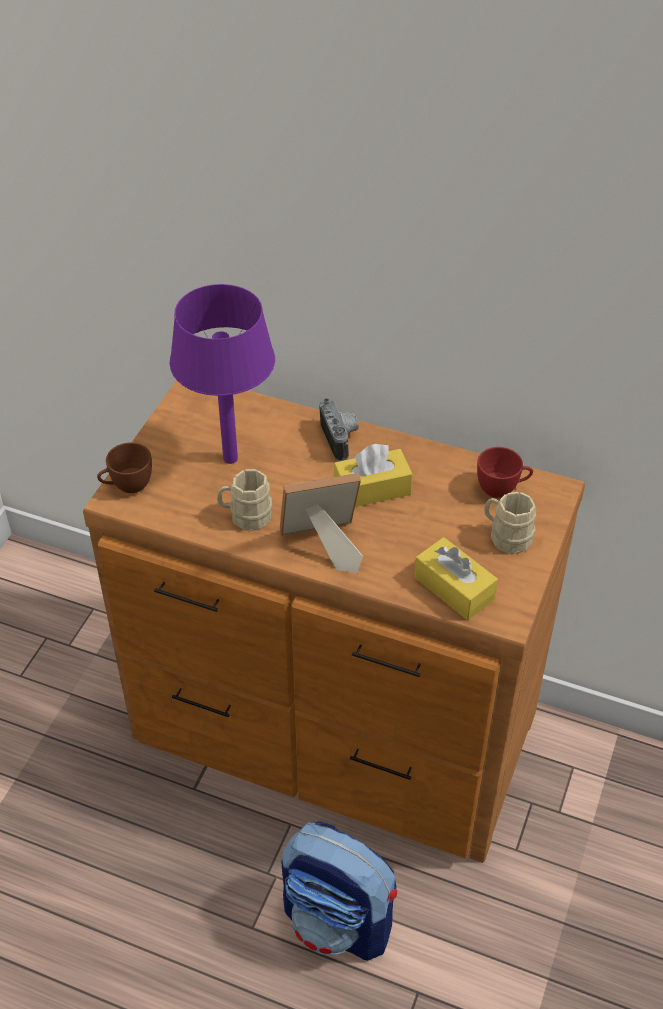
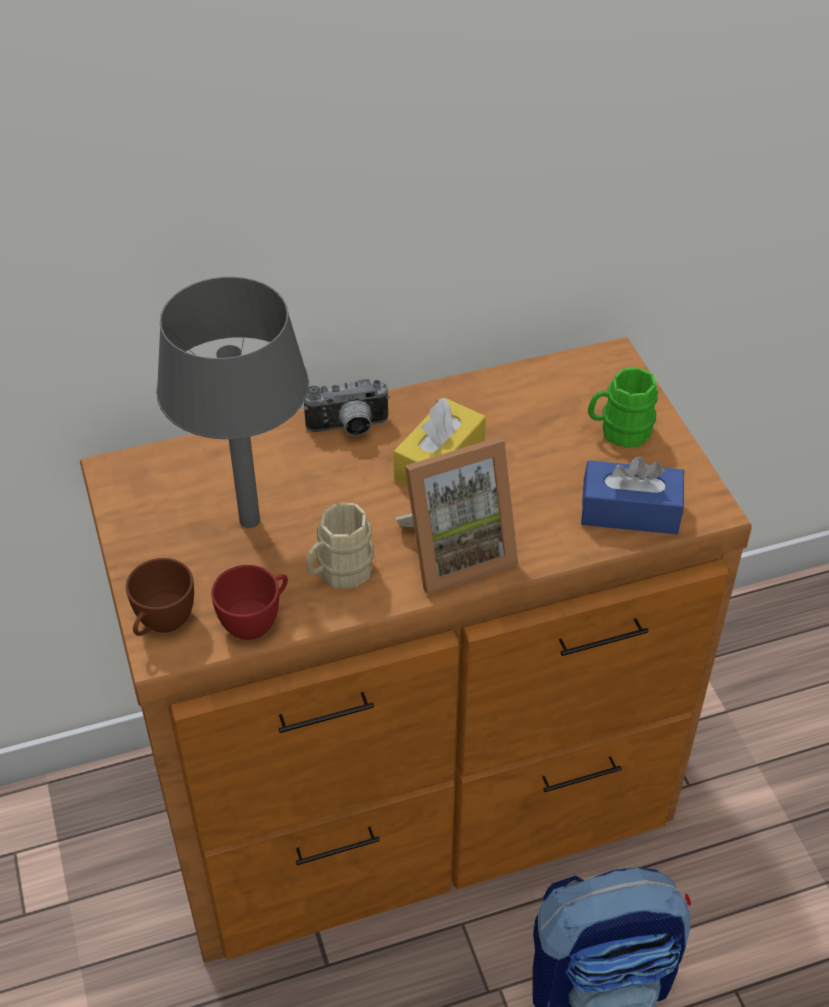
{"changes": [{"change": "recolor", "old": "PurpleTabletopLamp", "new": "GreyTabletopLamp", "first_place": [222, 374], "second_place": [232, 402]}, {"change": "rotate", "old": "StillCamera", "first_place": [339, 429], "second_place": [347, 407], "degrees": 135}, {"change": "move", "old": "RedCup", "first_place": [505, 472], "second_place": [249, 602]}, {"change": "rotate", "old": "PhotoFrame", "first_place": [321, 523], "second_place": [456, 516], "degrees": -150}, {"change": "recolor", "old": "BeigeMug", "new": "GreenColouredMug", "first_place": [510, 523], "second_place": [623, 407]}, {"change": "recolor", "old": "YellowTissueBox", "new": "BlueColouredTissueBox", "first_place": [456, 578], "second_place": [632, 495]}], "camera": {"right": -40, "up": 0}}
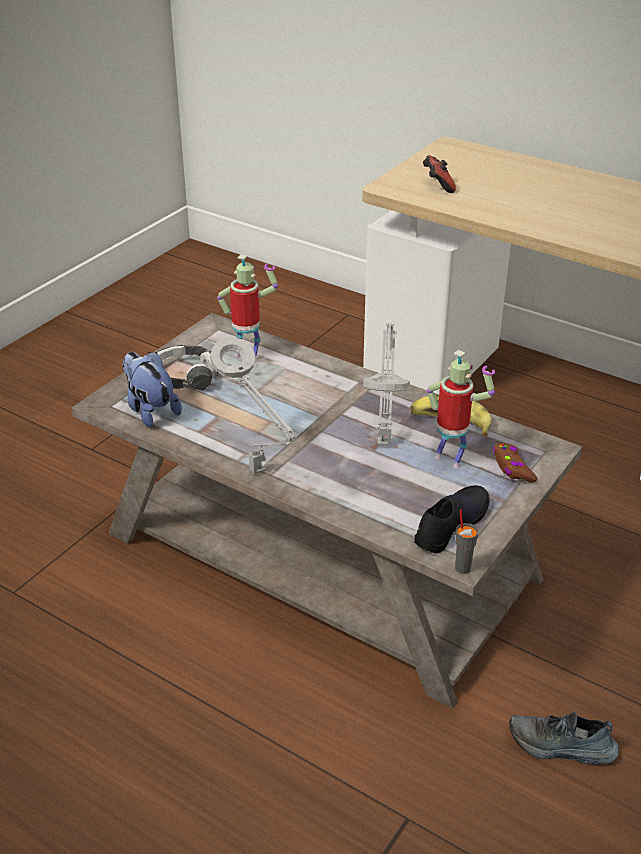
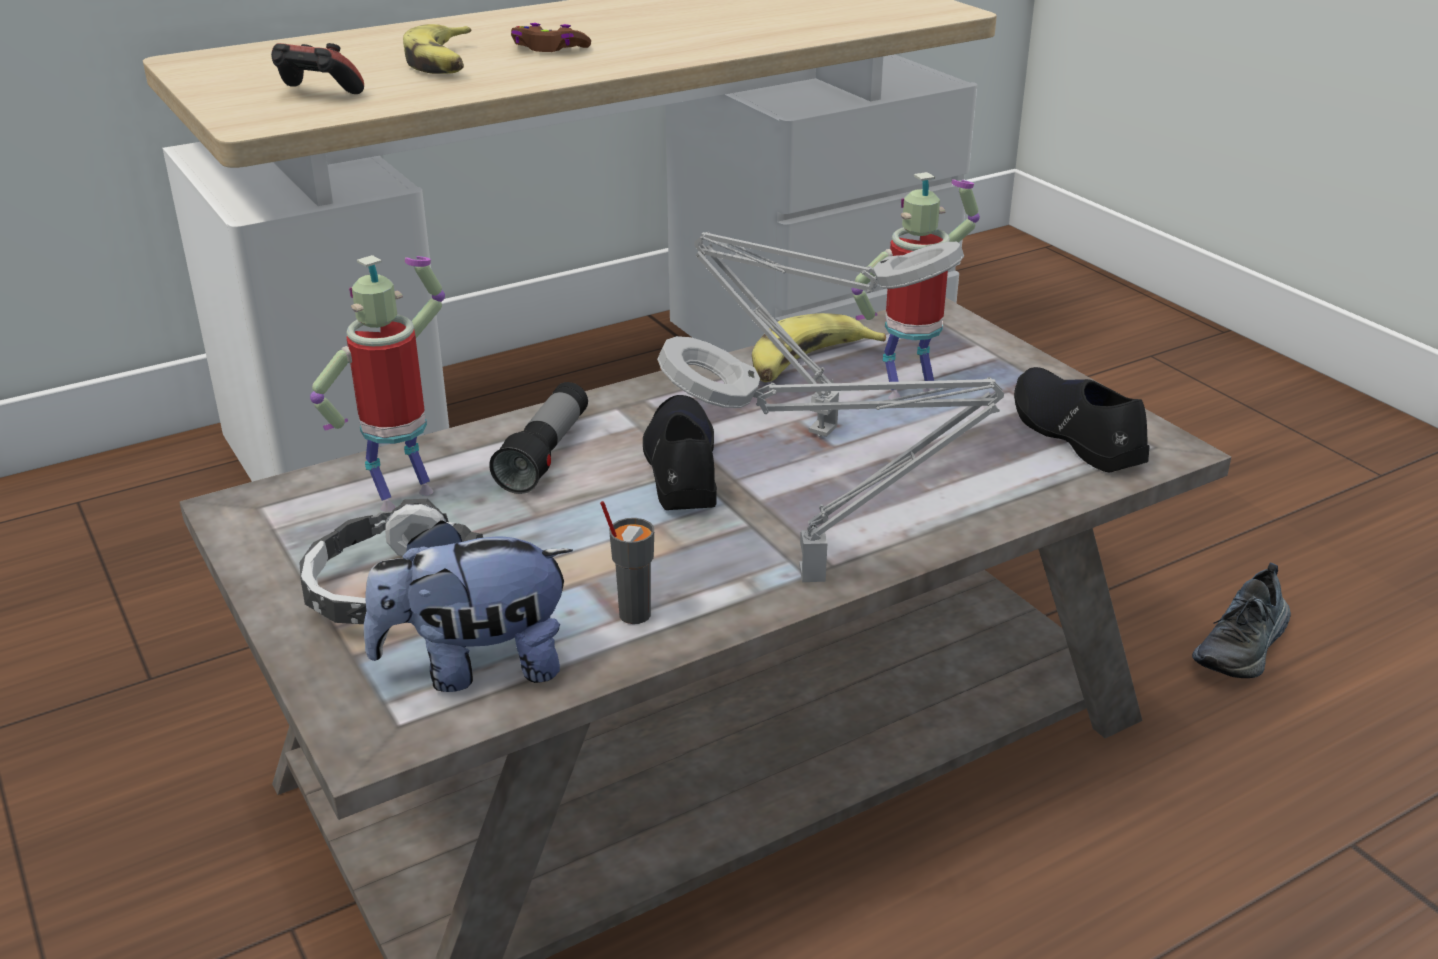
{"changes": [{"change": "move", "old": "BrownishJoypad", "first_place": [515, 463], "second_place": [551, 37]}, {"change": "move", "old": "GreyCup", "first_place": [466, 542], "second_place": [627, 562]}, {"change": "insert", "new": "Banana", "second_place": [437, 49]}, {"change": "insert", "new": "Flashlight", "second_place": [538, 438]}, {"change": "insert", "new": "BlackShoe", "second_place": [680, 452]}], "camera": {"right": -65, "up": -5}}
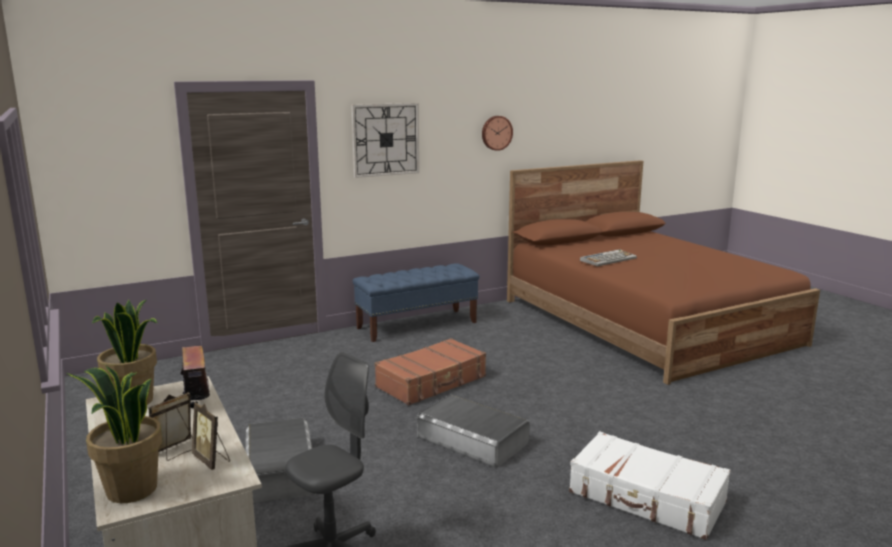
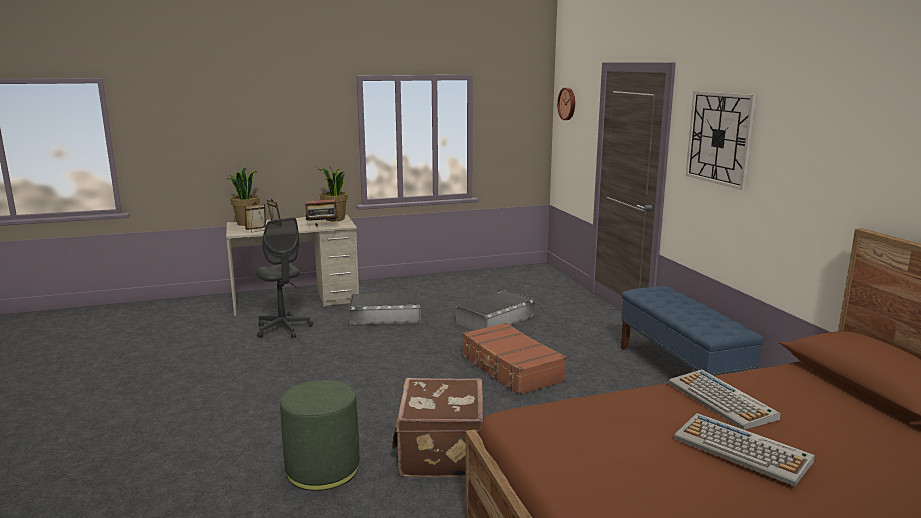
{"changes": [{"change": "move", "old": "WallClock", "first_place": [497, 133], "second_place": [566, 104]}, {"change": "move", "old": "GreyStorageBox", "first_place": [473, 431], "second_place": [495, 310]}, {"change": "delete", "old": "WhiteColouredTravelCase", "first_place": [650, 485]}, {"change": "insert", "new": "BrownishTravelCase", "second_place": [437, 428]}, {"change": "insert", "new": "GreenColouredFootrest", "second_place": [319, 435]}, {"change": "insert", "new": "Keyboard", "second_place": [744, 449]}], "camera": {"right": 100, "up": 0}}
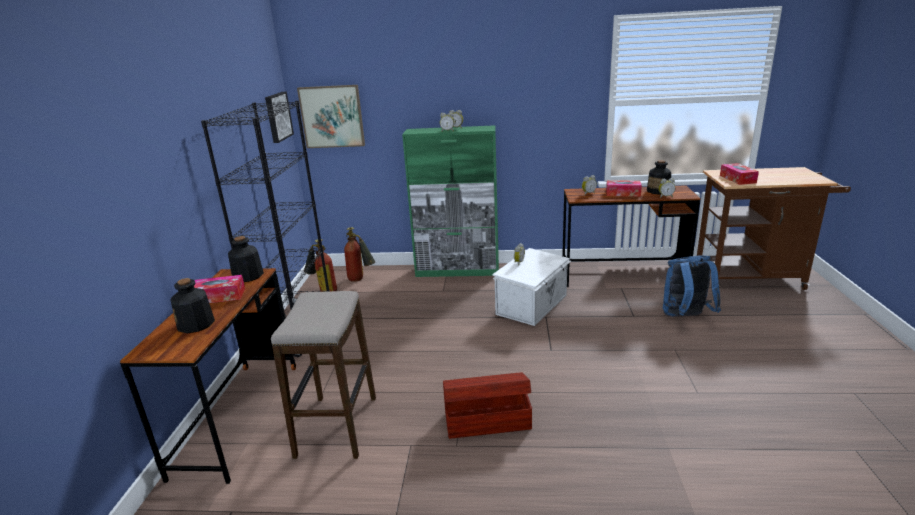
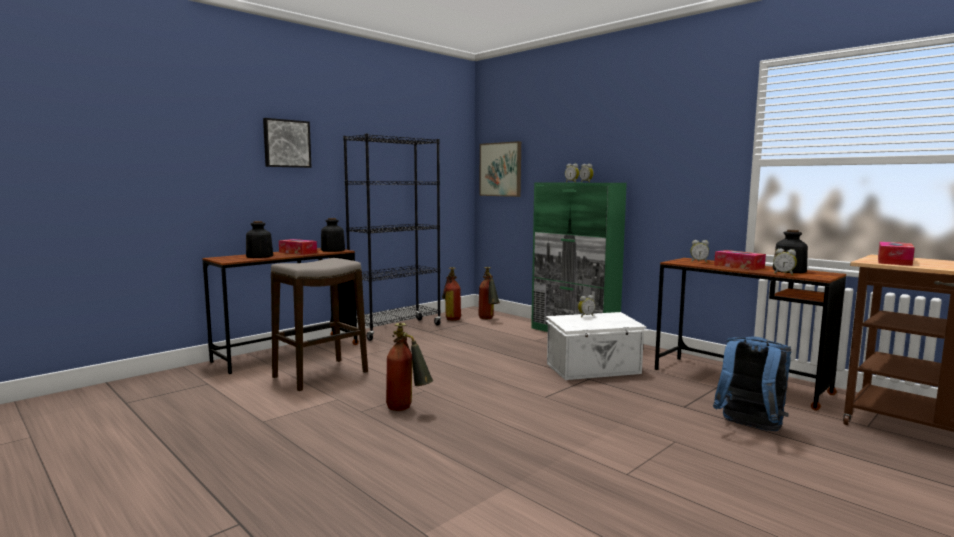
{"changes": [{"change": "move", "old": "Picture", "first_place": [279, 117], "second_place": [287, 143]}, {"change": "replace", "old": "BrownishStorageBox", "new": "FireExtinguisher", "first_place": [487, 405], "second_place": [409, 366]}], "camera": {"right": 40, "up": -15}}
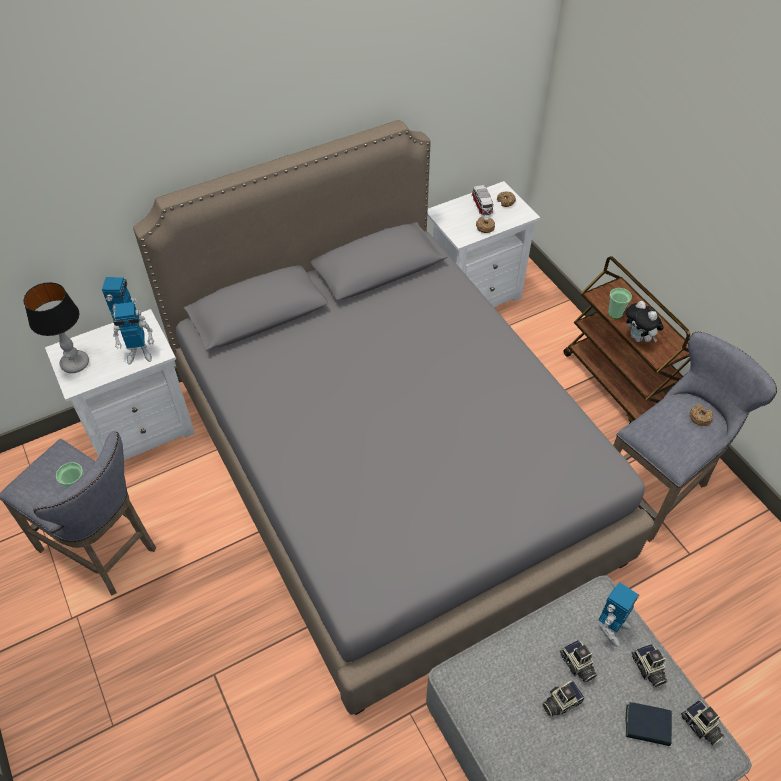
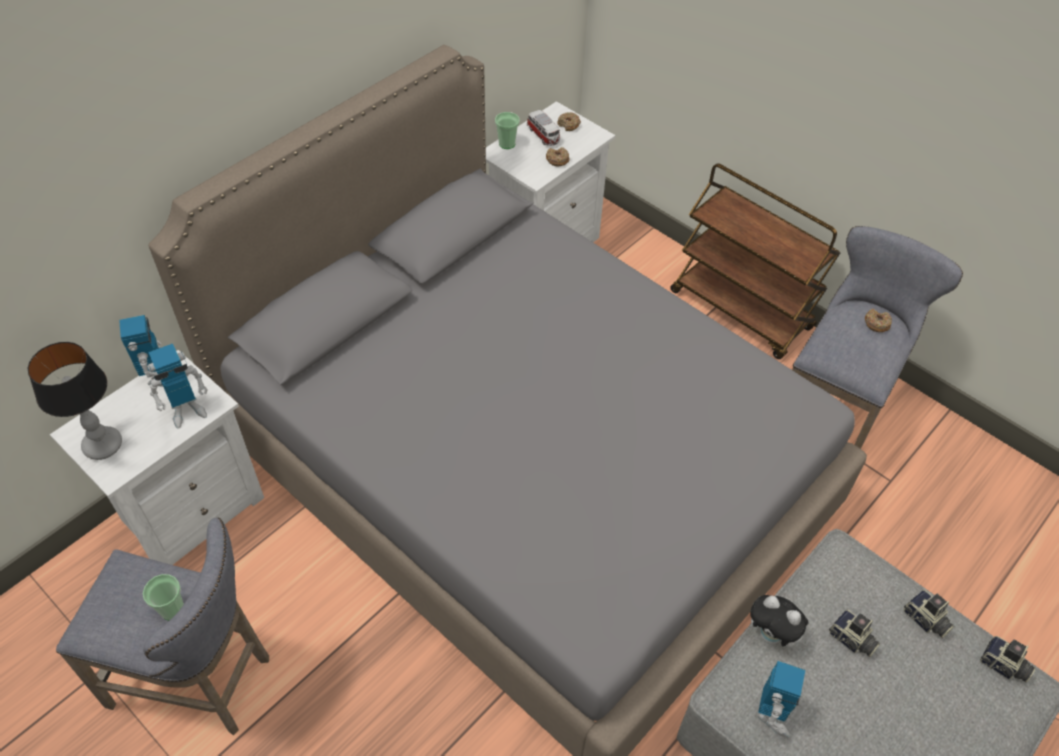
{"changes": [{"change": "move", "old": "Cup", "first_place": [620, 303], "second_place": [507, 130]}, {"change": "move", "old": "SoftToy", "first_place": [644, 321], "second_place": [779, 621]}, {"change": "move", "old": "RobotFigure", "first_place": [618, 614], "second_place": [781, 699]}, {"change": "delete", "old": "StillCamera", "first_place": [563, 699]}, {"change": "delete", "old": "Book", "first_place": [648, 724]}], "camera": {"right": -20, "up": 0}}
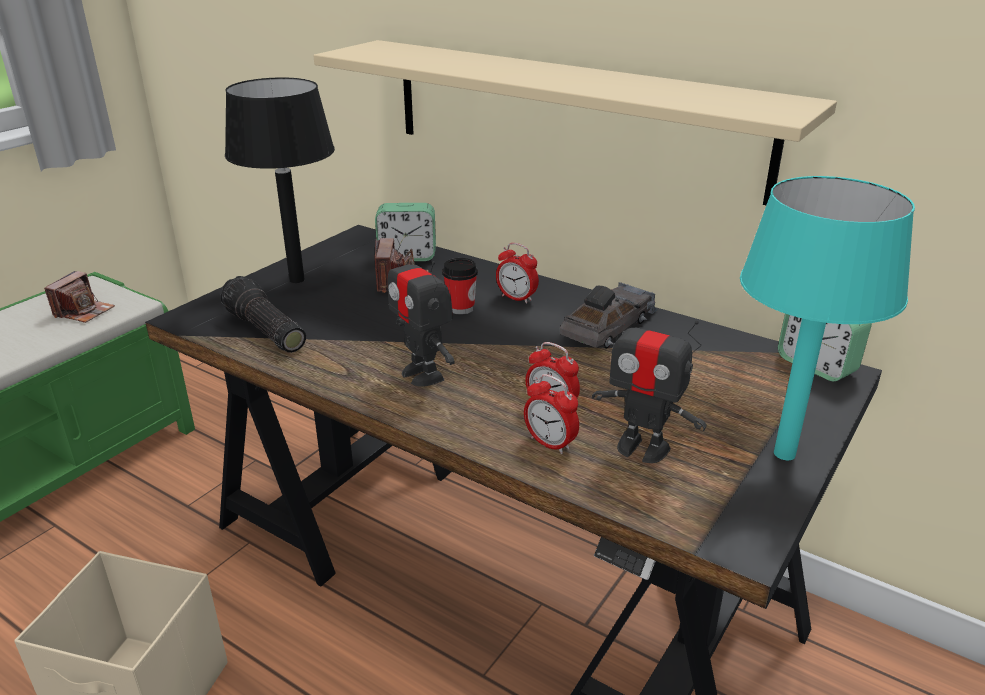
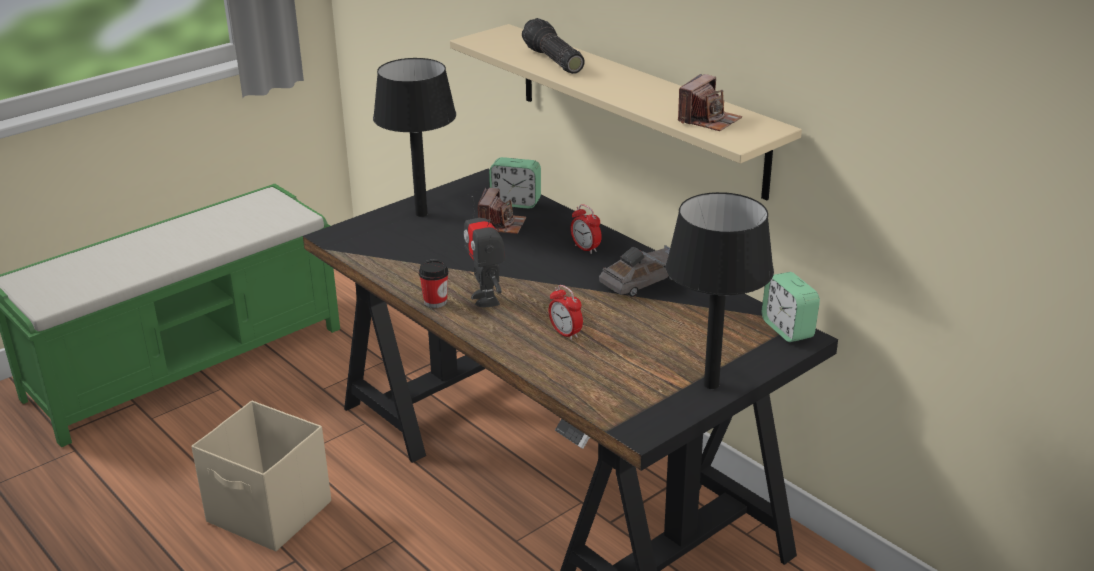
{"changes": [{"change": "recolor", "old": "BlueGreenTabletopLamp", "new": "BlackTabletopLamp", "first_place": [827, 318], "second_place": [720, 290]}, {"change": "move", "old": "Cup", "first_place": [460, 286], "second_place": [434, 284]}, {"change": "move", "old": "StillCamera", "first_place": [79, 297], "second_place": [710, 102]}, {"change": "move", "old": "Flashlight", "first_place": [263, 314], "second_place": [553, 46]}, {"change": "delete", "old": "RobotFigure", "first_place": [649, 380]}, {"change": "delete", "old": "TableClock", "first_place": [551, 414]}], "camera": {"right": 15, "up": 0}}
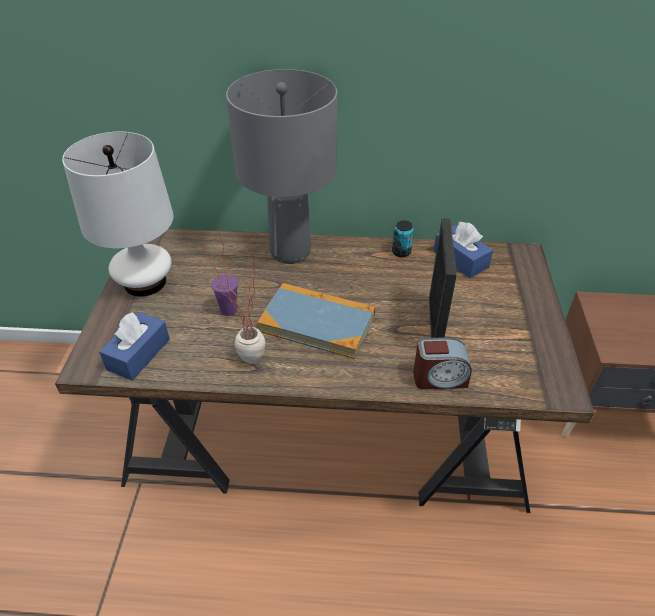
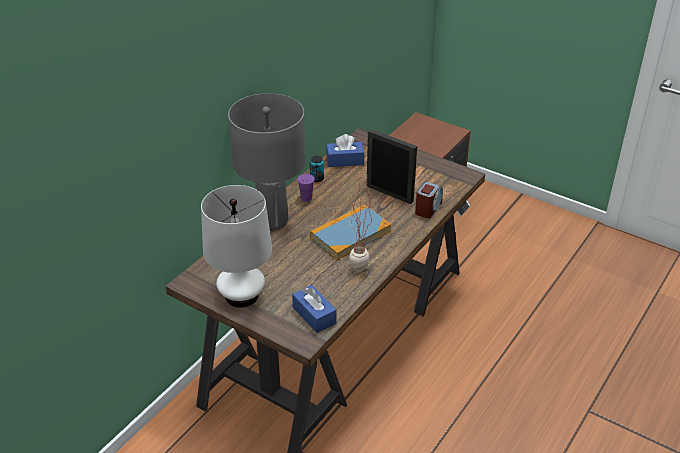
{"changes": [{"change": "move", "old": "PurpleCup", "first_place": [224, 295], "second_place": [306, 188]}], "camera": {"right": -60, "up": -5}}
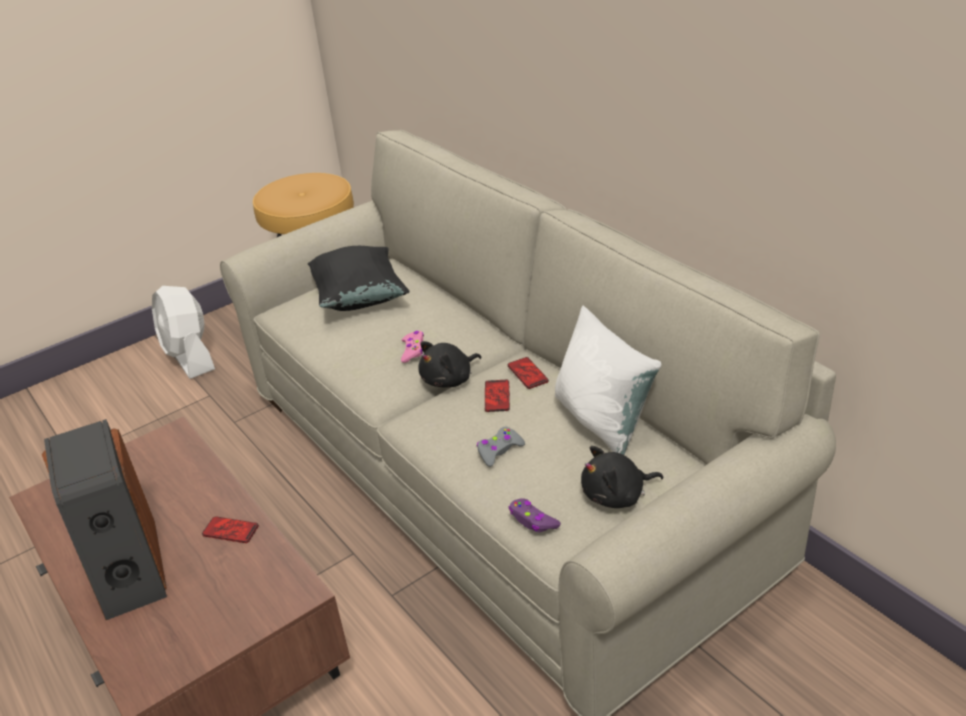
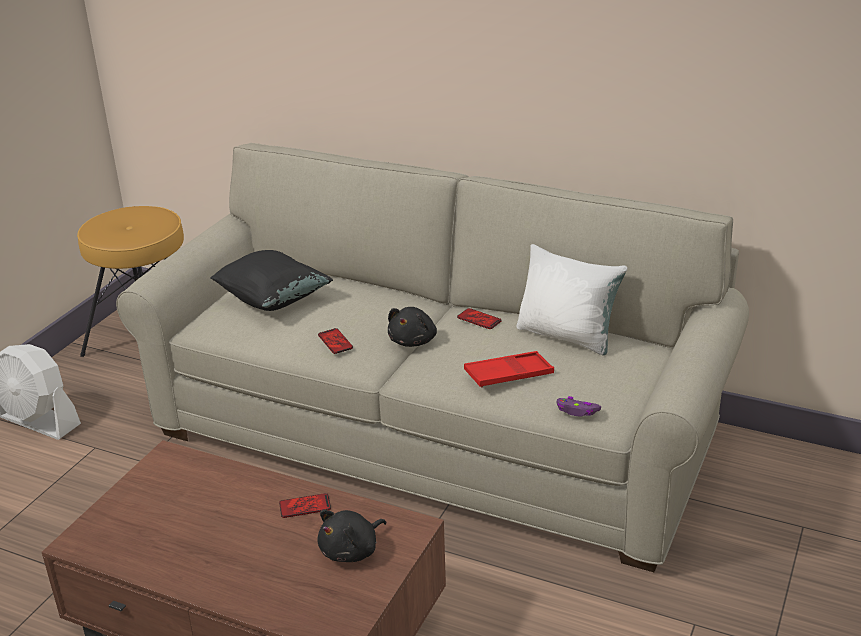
{"changes": [{"change": "delete", "old": "PinkishJoypad", "first_place": [412, 347]}, {"change": "move", "old": "Phone", "first_place": [497, 396], "second_place": [335, 341]}, {"change": "delete", "old": "Loudspeaker", "first_place": [104, 519]}, {"change": "replace", "old": "GreyJoypad", "new": "RedCarryingTray", "first_place": [501, 447], "second_place": [509, 369]}, {"change": "move", "old": "BlackSoftToy", "first_place": [622, 477], "second_place": [351, 536]}], "camera": {"right": -30, "up": -5}}
